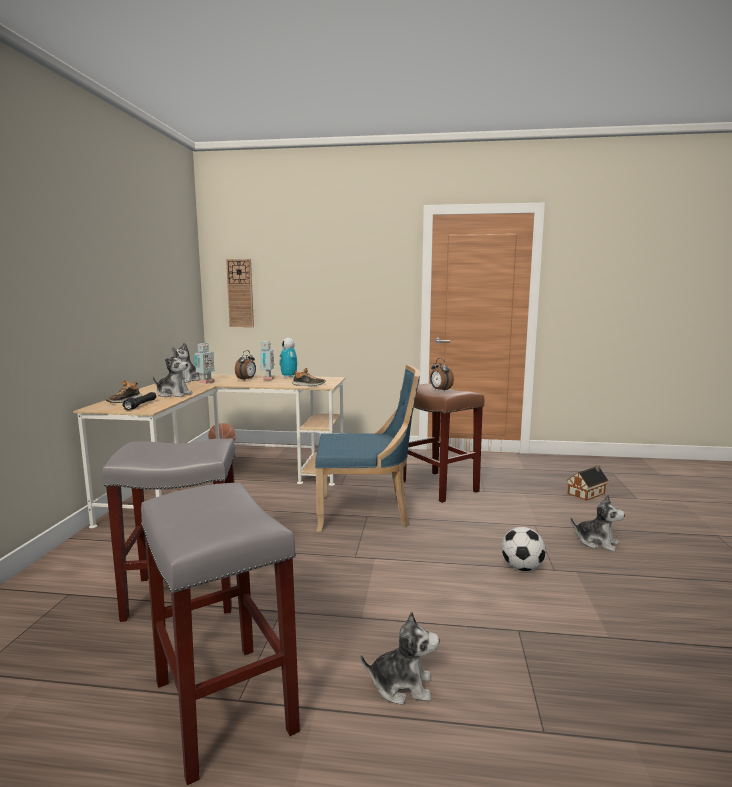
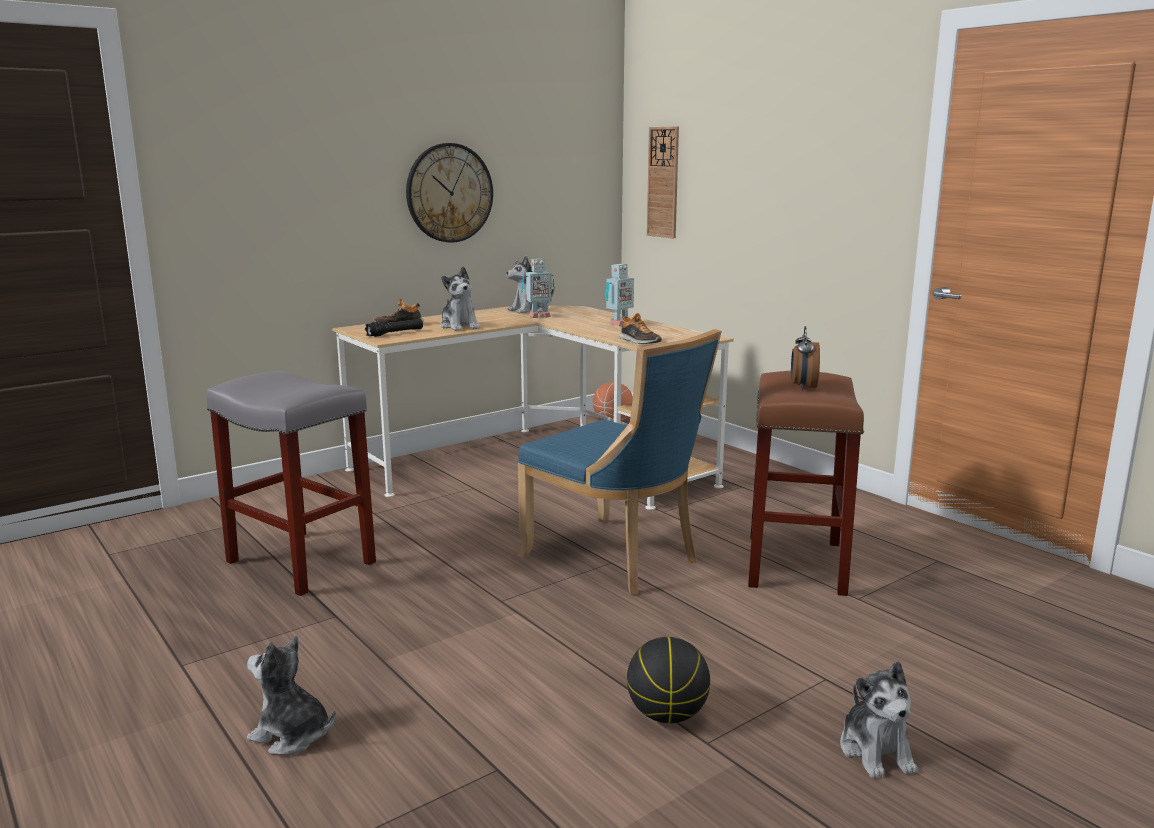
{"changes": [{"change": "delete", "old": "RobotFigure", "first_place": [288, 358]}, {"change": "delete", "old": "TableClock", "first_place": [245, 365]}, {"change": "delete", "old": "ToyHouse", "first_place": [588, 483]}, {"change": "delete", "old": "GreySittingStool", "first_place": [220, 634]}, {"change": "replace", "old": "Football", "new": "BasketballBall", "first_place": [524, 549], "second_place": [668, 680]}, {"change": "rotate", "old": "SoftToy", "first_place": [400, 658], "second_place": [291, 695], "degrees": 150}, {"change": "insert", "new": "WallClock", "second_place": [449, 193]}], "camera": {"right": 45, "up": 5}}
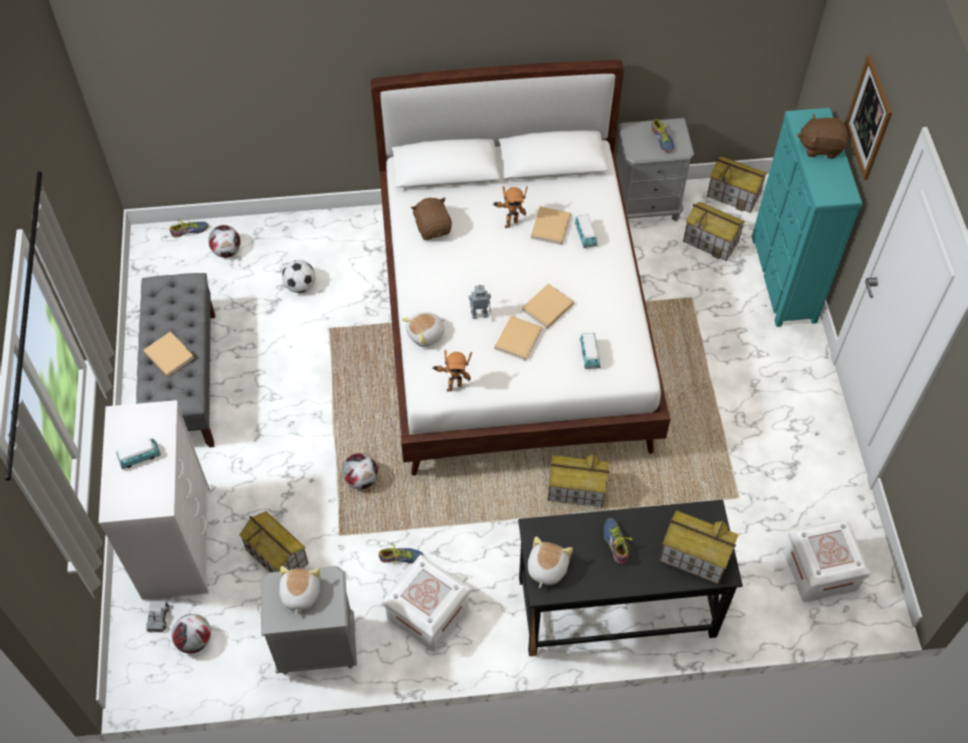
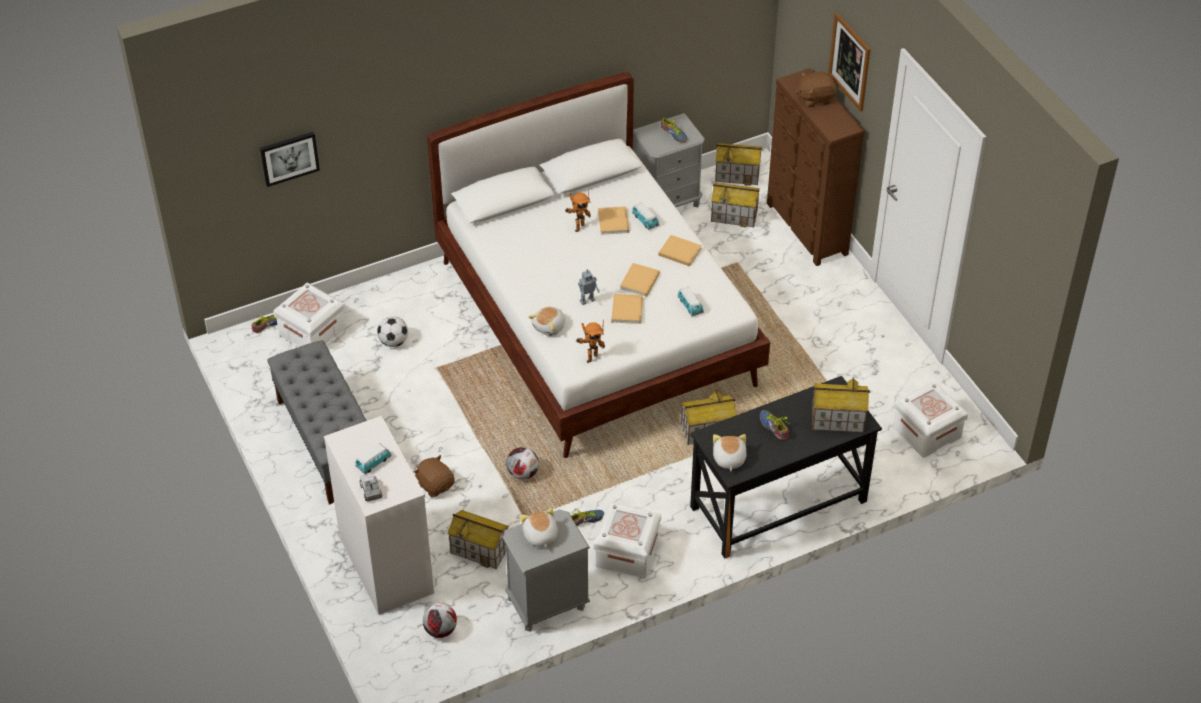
{"changes": [{"change": "recolor", "old": "BlueGreenDresser", "new": "BrownishDresser", "first_place": [807, 217], "second_place": [816, 167]}, {"change": "move", "old": "BrownishSoftToy", "first_place": [431, 219], "second_place": [434, 476]}, {"change": "replace", "old": "Football", "new": "WhiteColouredStorageBox", "first_place": [224, 241], "second_place": [309, 315]}, {"change": "move", "old": "BeigeBook", "first_place": [168, 354], "second_place": [680, 251]}, {"change": "move", "old": "ModelTruck", "first_place": [157, 616], "second_place": [370, 487]}, {"change": "insert", "new": "Picture", "second_place": [290, 159]}], "camera": {"right": -20, "up": -10}}
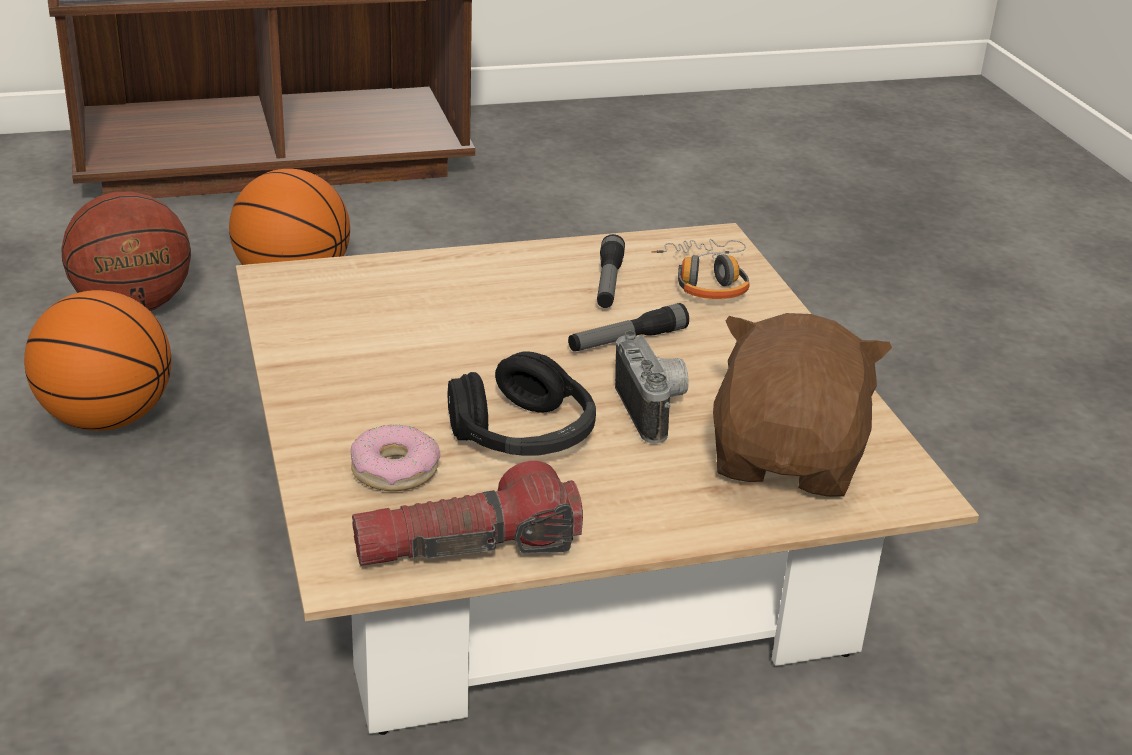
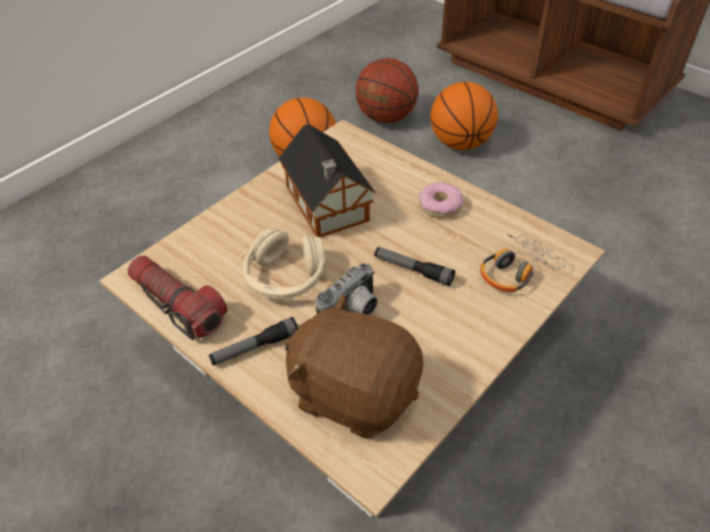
{"changes": [{"change": "move", "old": "Flashlight", "first_place": [611, 271], "second_place": [253, 341]}, {"change": "rotate", "old": "BrownishSoftToy", "first_place": [802, 405], "second_place": [354, 366], "degrees": -135}, {"change": "recolor", "old": "BlackHeadphones", "new": "BeigeHeadphones", "first_place": [521, 403], "second_place": [284, 263]}, {"change": "move", "old": "Donut", "first_place": [395, 457], "second_place": [440, 200]}, {"change": "insert", "new": "ToyHouse", "second_place": [327, 180]}], "camera": {"right": 60, "up": 15}}
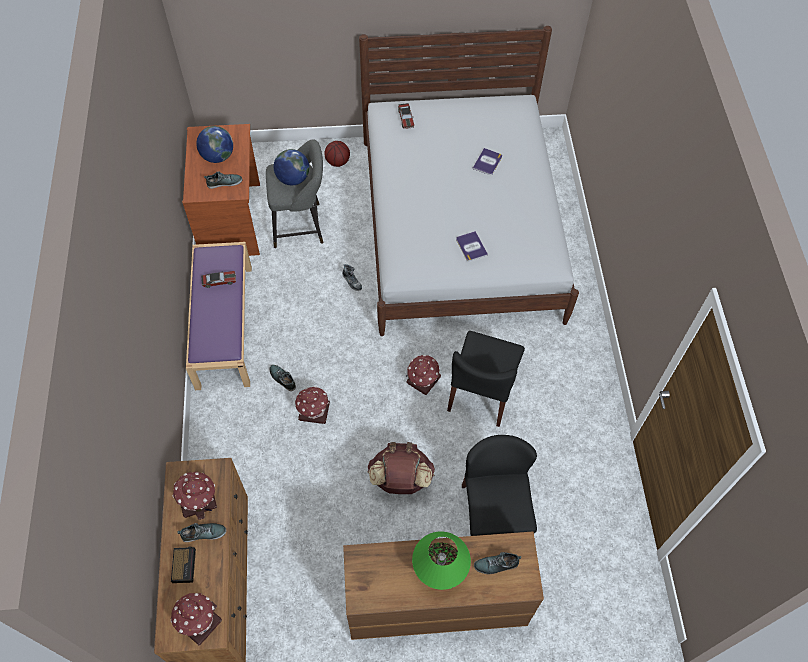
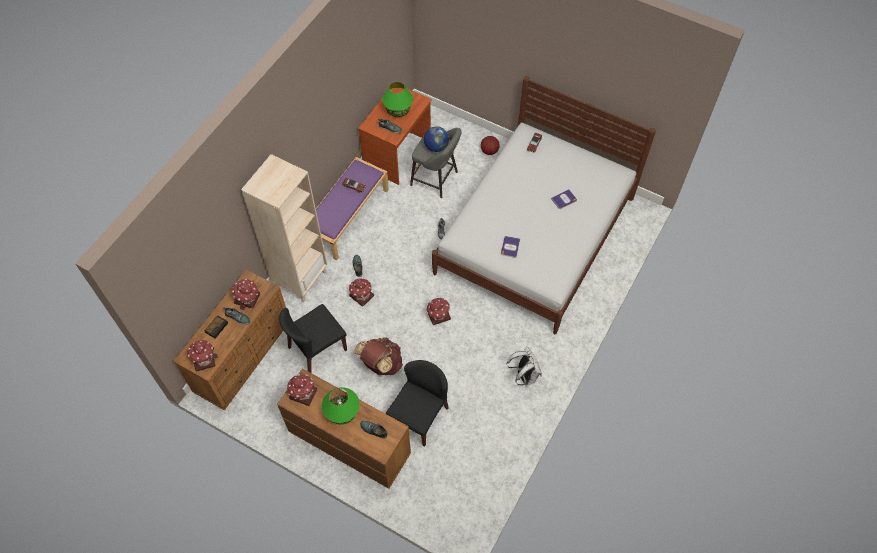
{"changes": [{"change": "replace", "old": "WorldGlobe", "new": "GreenColouredTabletopLamp", "first_place": [214, 144], "second_place": [397, 99]}, {"change": "move", "old": "BlackUprightChair", "first_place": [486, 379], "second_place": [313, 338]}, {"change": "insert", "new": "BeigeBookcase", "second_place": [284, 228]}, {"change": "insert", "new": "WhiteColouredRucksack", "second_place": [524, 366]}, {"change": "insert", "new": "ToyHouse", "second_place": [302, 390]}], "camera": {"right": 35, "up": 0}}
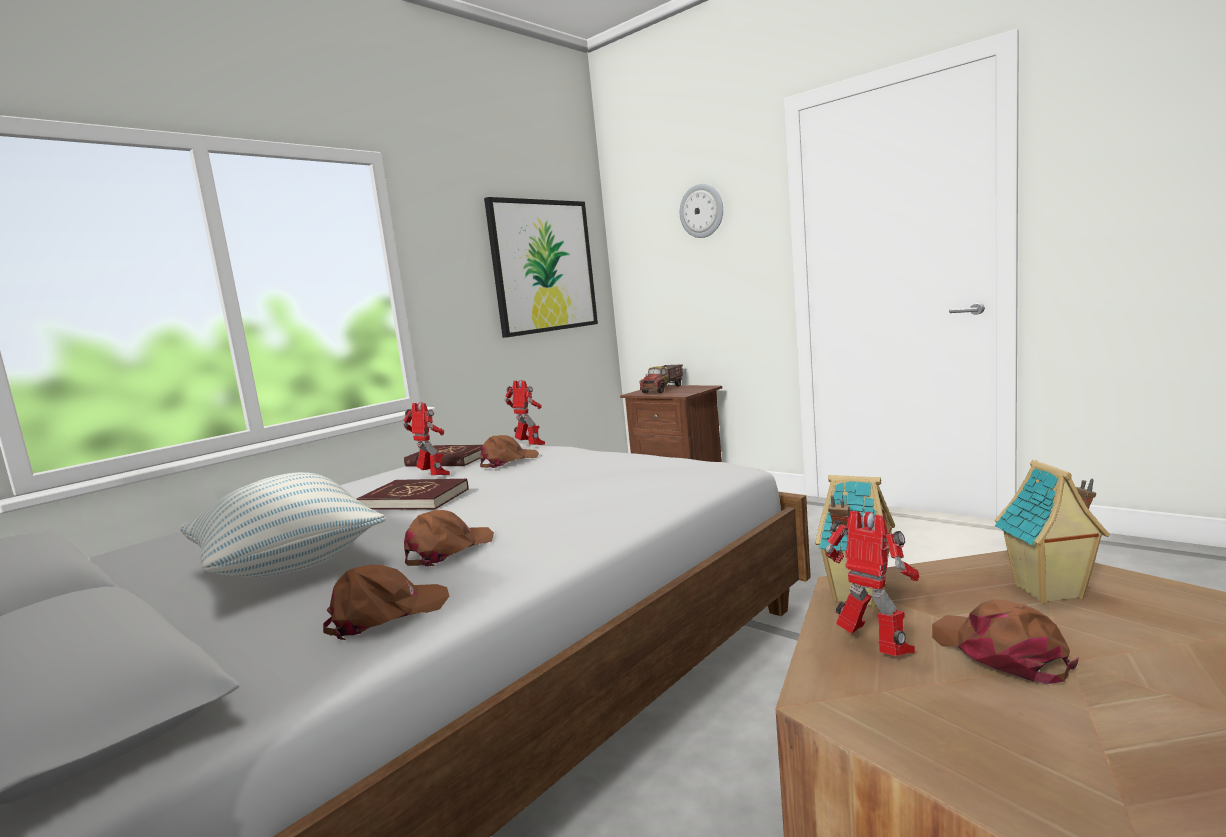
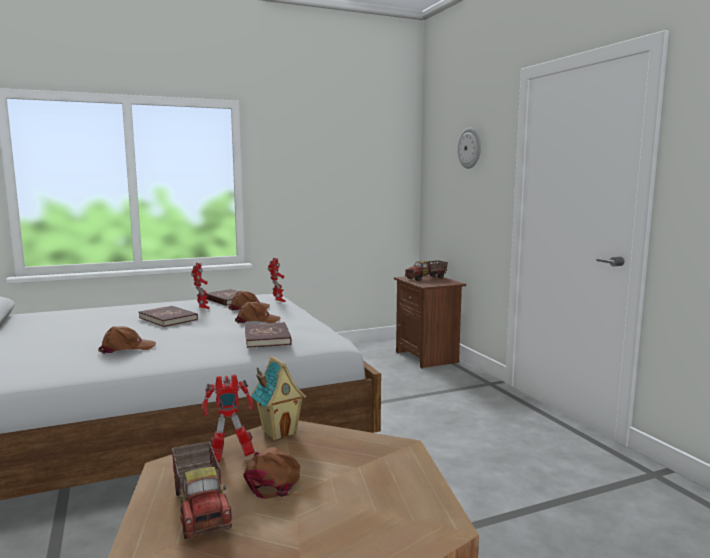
{"changes": [{"change": "delete", "old": "Picture", "first_place": [541, 267]}, {"change": "delete", "old": "ToyHouse", "first_place": [1052, 532]}, {"change": "delete", "old": "Pillow", "first_place": [283, 524]}, {"change": "rotate", "old": "RobotFigure", "first_place": [872, 583], "second_place": [228, 418], "degrees": 90}, {"change": "move", "old": "BrownishCap", "first_place": [386, 602], "second_place": [257, 312]}, {"change": "insert", "new": "RedBook", "second_place": [268, 335]}, {"change": "insert", "new": "ModelTruck", "second_place": [202, 490]}], "camera": {"right": 25, "up": 0}}
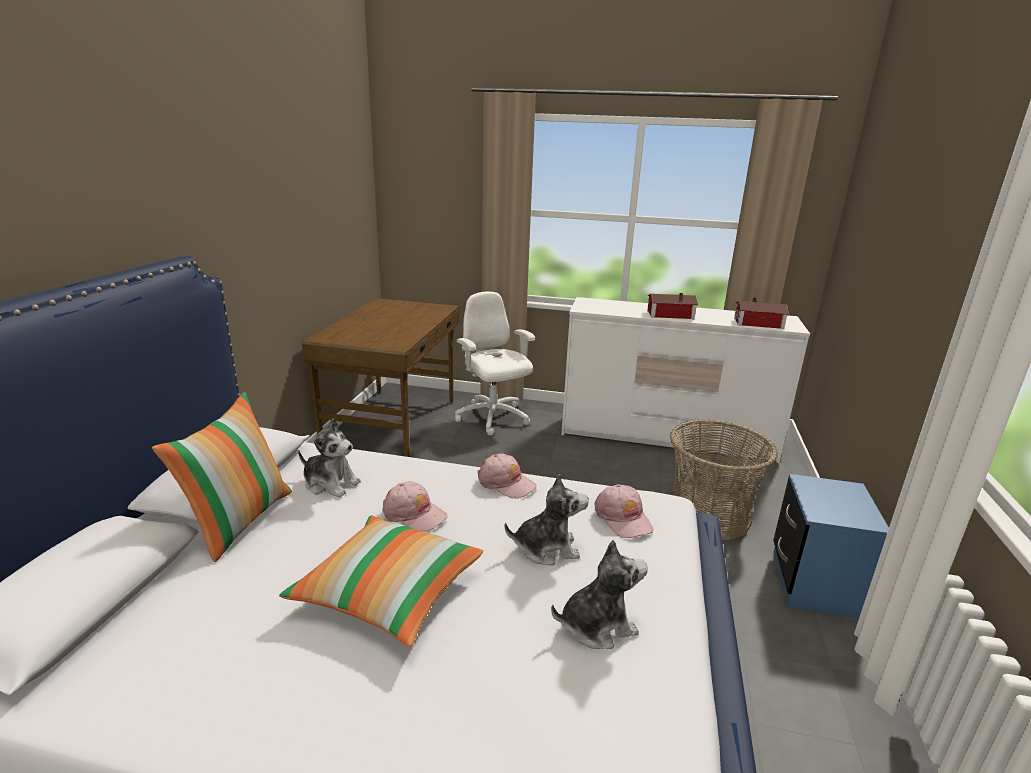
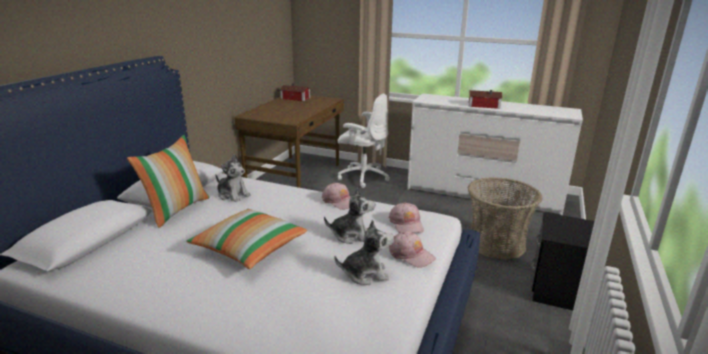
{"changes": [{"change": "rotate", "old": "WhiteColouredComputerChair", "first_place": [495, 364], "second_place": [364, 141], "degrees": 135}, {"change": "move", "old": "ToyHouse", "first_place": [761, 313], "second_place": [295, 92]}, {"change": "recolor", "old": "BlueColouredNightstand", "new": "BlackNightstand", "first_place": [831, 546], "second_place": [562, 261]}, {"change": "move", "old": "PinkishCap", "first_place": [414, 506], "second_place": [412, 249]}], "camera": {"right": 10, "up": 0}}
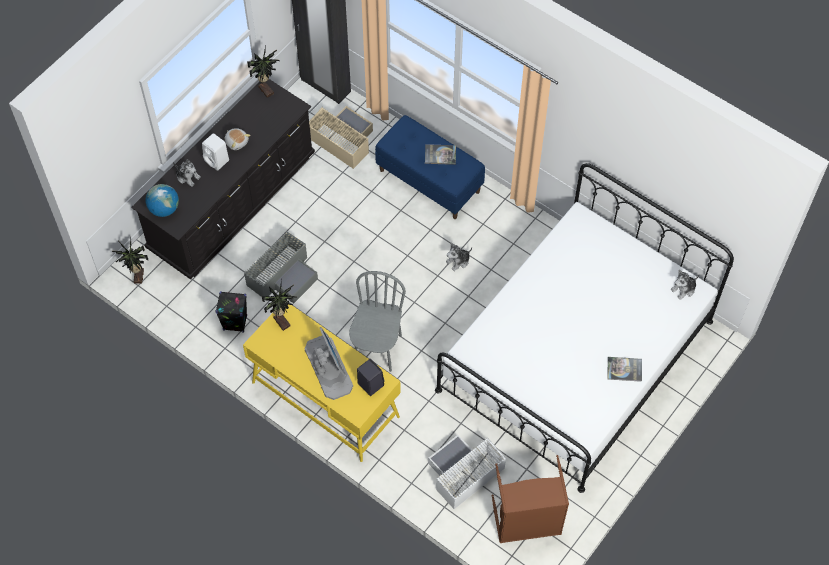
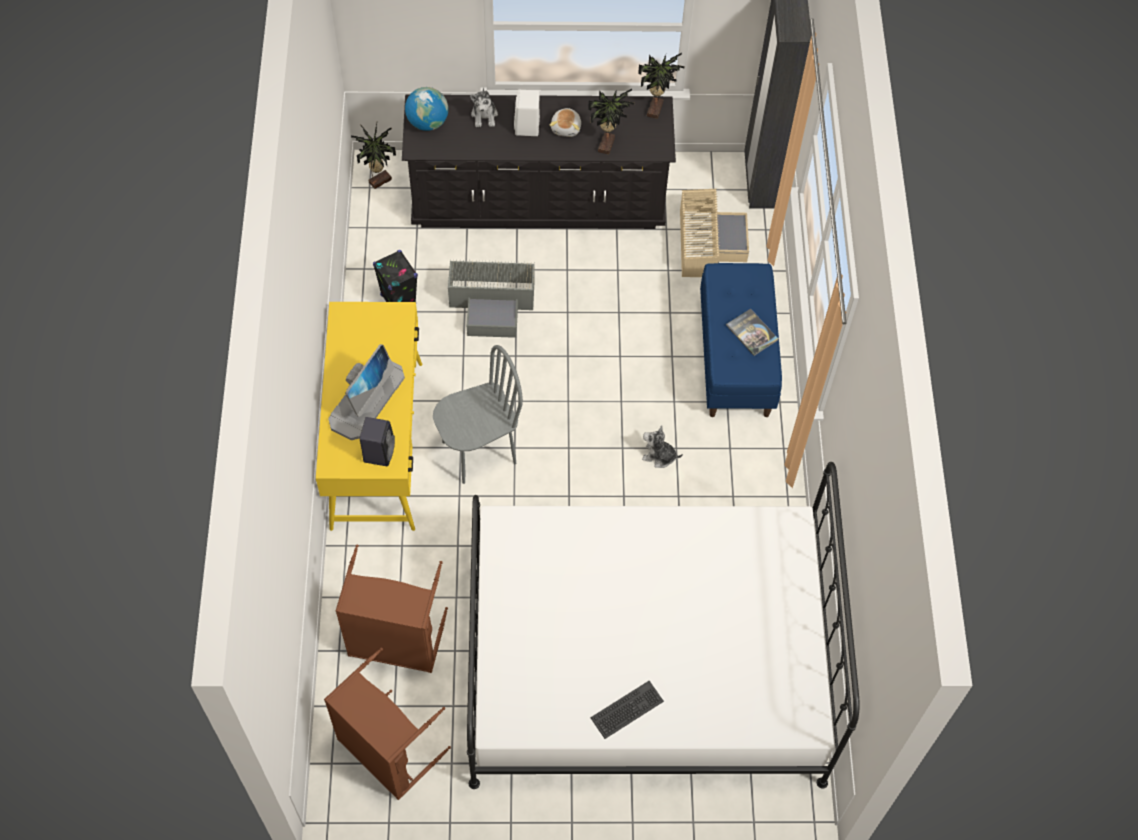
{"changes": [{"change": "delete", "old": "SoftToy", "first_place": [685, 284]}, {"change": "move", "old": "PottedPlant", "first_place": [279, 305], "second_place": [611, 122]}, {"change": "replace", "old": "Book", "new": "Keyboard", "first_place": [624, 369], "second_place": [627, 710]}, {"change": "replace", "old": "WhiteColouredStorageBox", "new": "BrownishLaundryBasket", "first_place": [467, 472], "second_place": [391, 608]}], "camera": {"right": 50, "up": 0}}
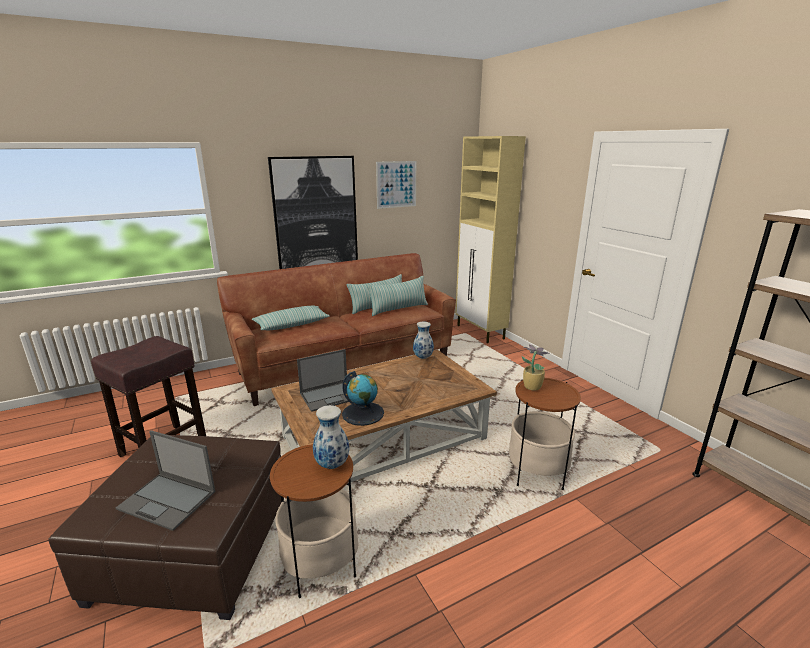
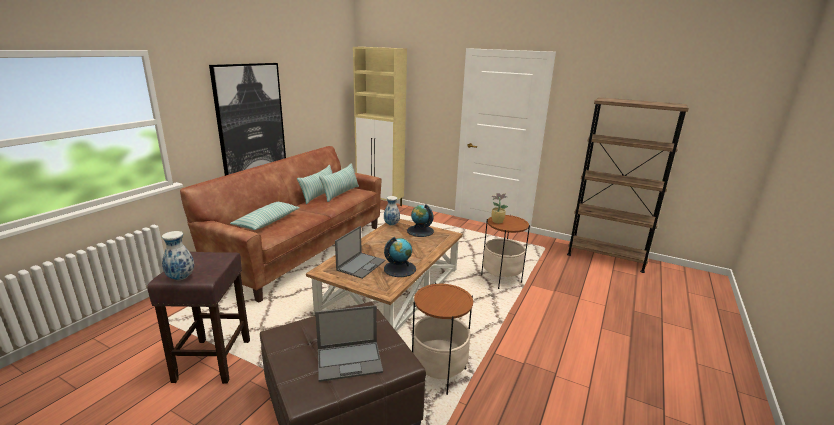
{"changes": [{"change": "delete", "old": "Picture", "first_place": [396, 185]}, {"change": "move", "old": "FlowerVase", "first_place": [331, 437], "second_place": [178, 255]}, {"change": "insert", "new": "WorldGlobe", "second_place": [420, 220]}], "camera": {"right": -35, "up": 0}}
